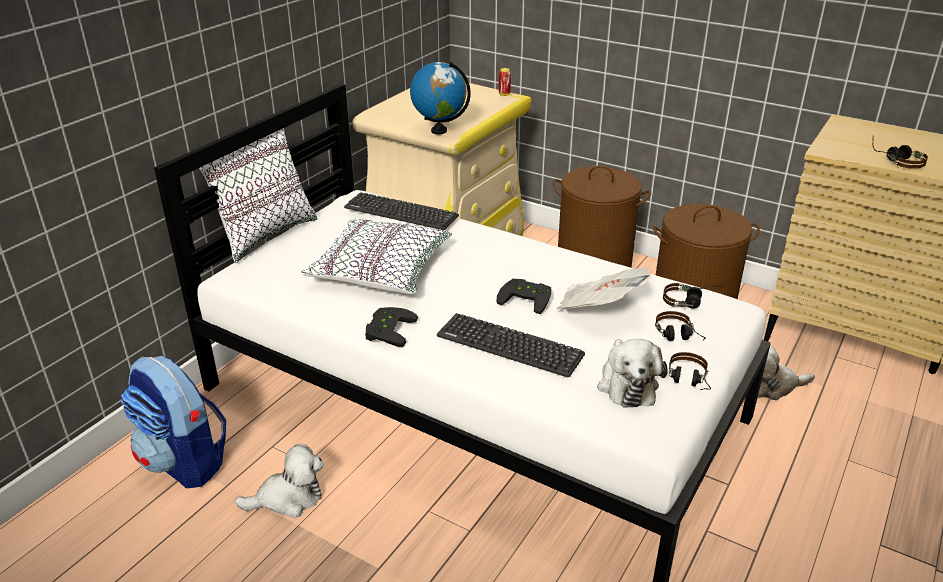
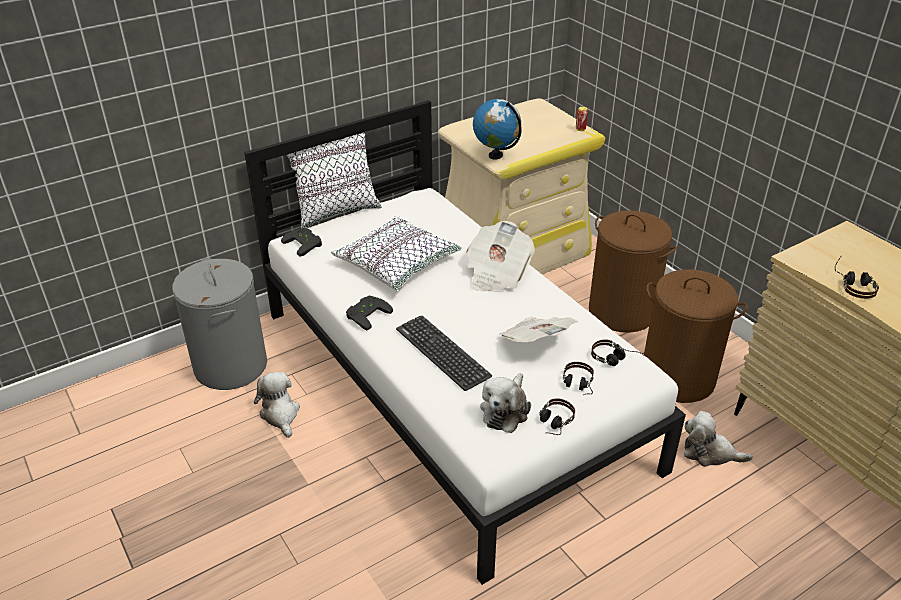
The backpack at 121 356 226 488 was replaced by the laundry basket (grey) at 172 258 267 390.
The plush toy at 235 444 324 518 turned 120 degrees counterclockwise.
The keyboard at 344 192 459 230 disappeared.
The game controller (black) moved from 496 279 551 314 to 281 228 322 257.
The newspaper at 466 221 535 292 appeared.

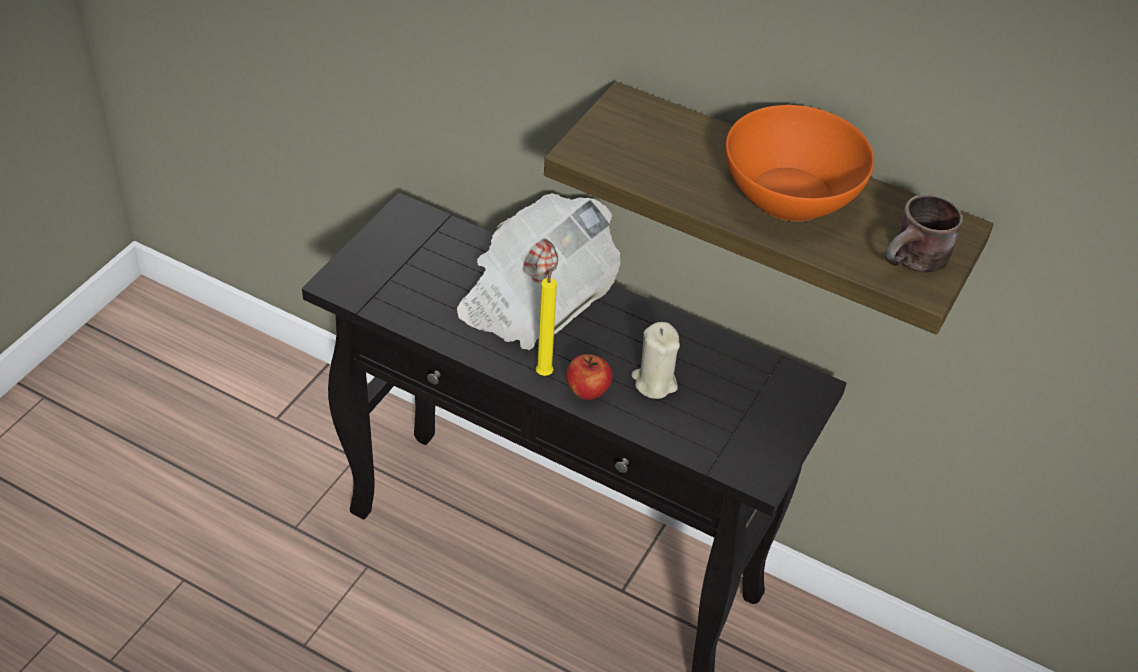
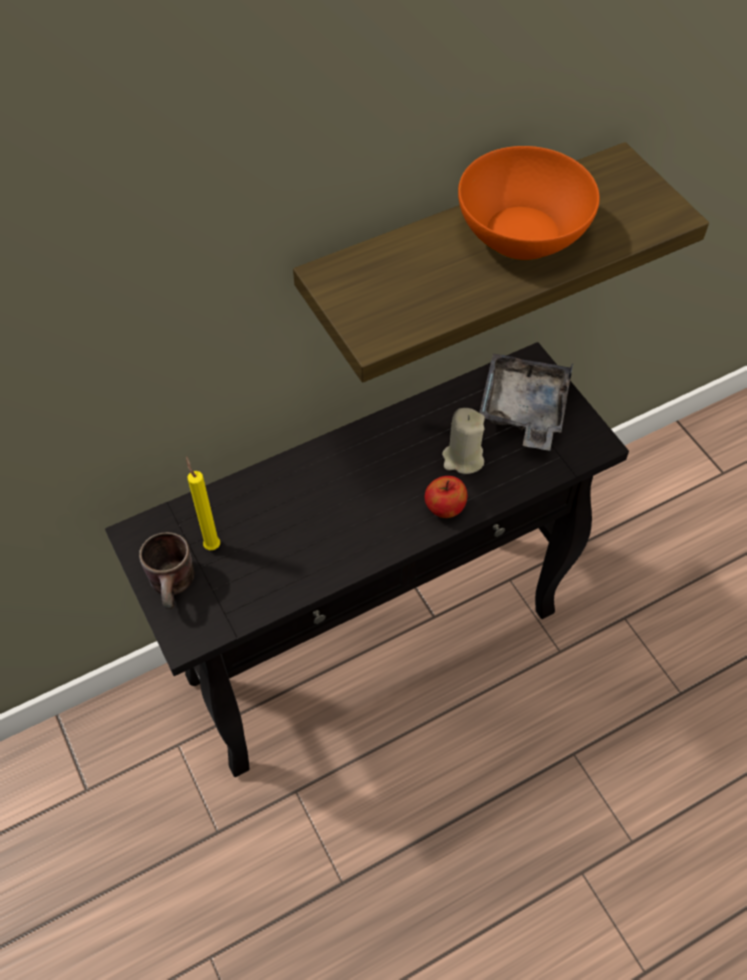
The newspaper at 457 193 621 350 disappeared.
The candle (yellow) moved from 536 262 558 376 to 186 456 220 550.
The mug (brown) moved from 885 195 963 272 to 139 532 194 609.
The tray (grey) at 479 353 573 450 appeared.

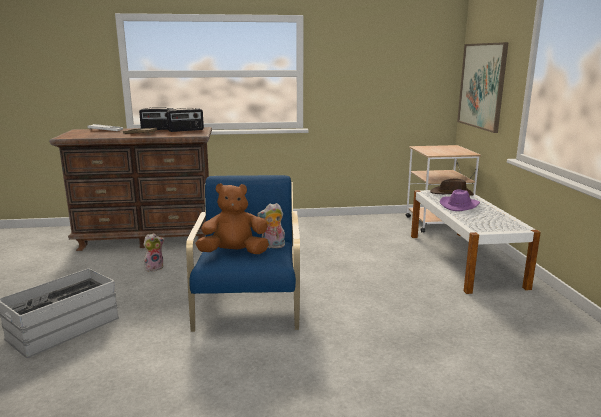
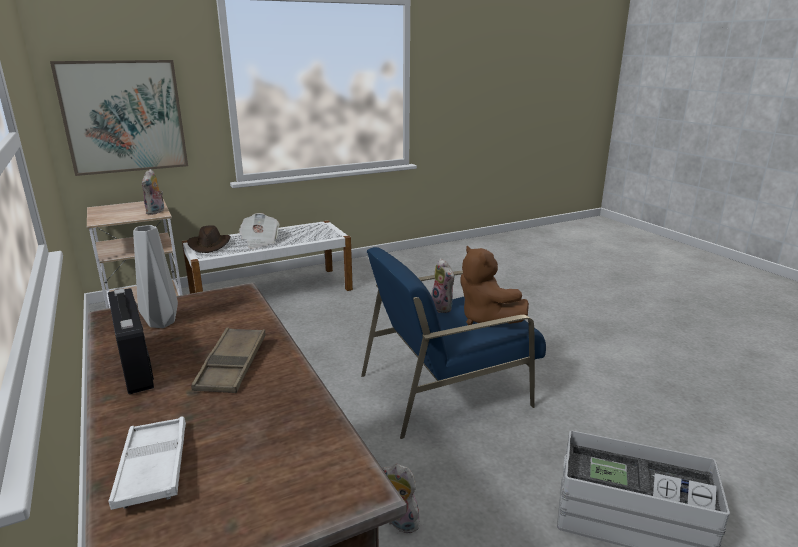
The radio at 166 108 204 132 was replaced by the vase (grey) at 133 225 178 328.
The hat (purple) at 440 189 480 211 was replaced by the newspaper at 239 213 280 249.
The plush toy at 142 169 164 215 appeared.

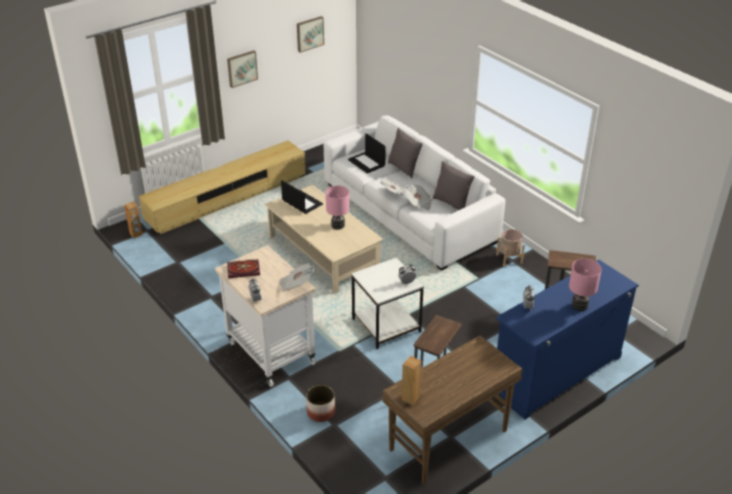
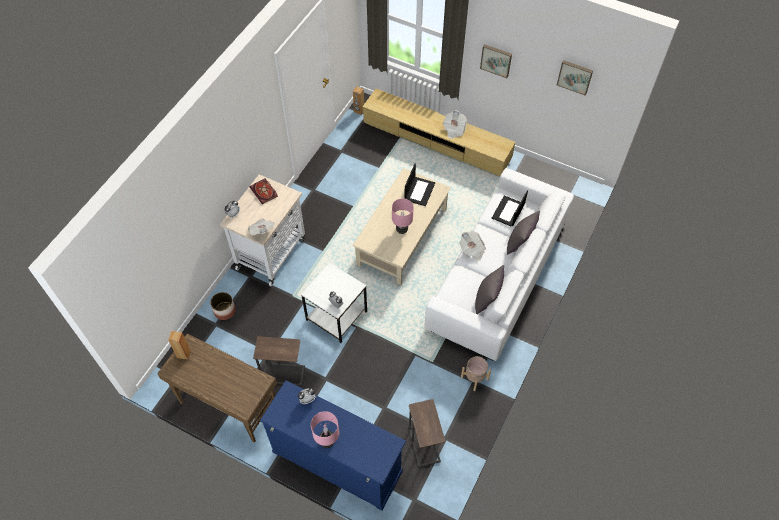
The newspaper moved from 405 185 433 211 to 443 110 467 139.

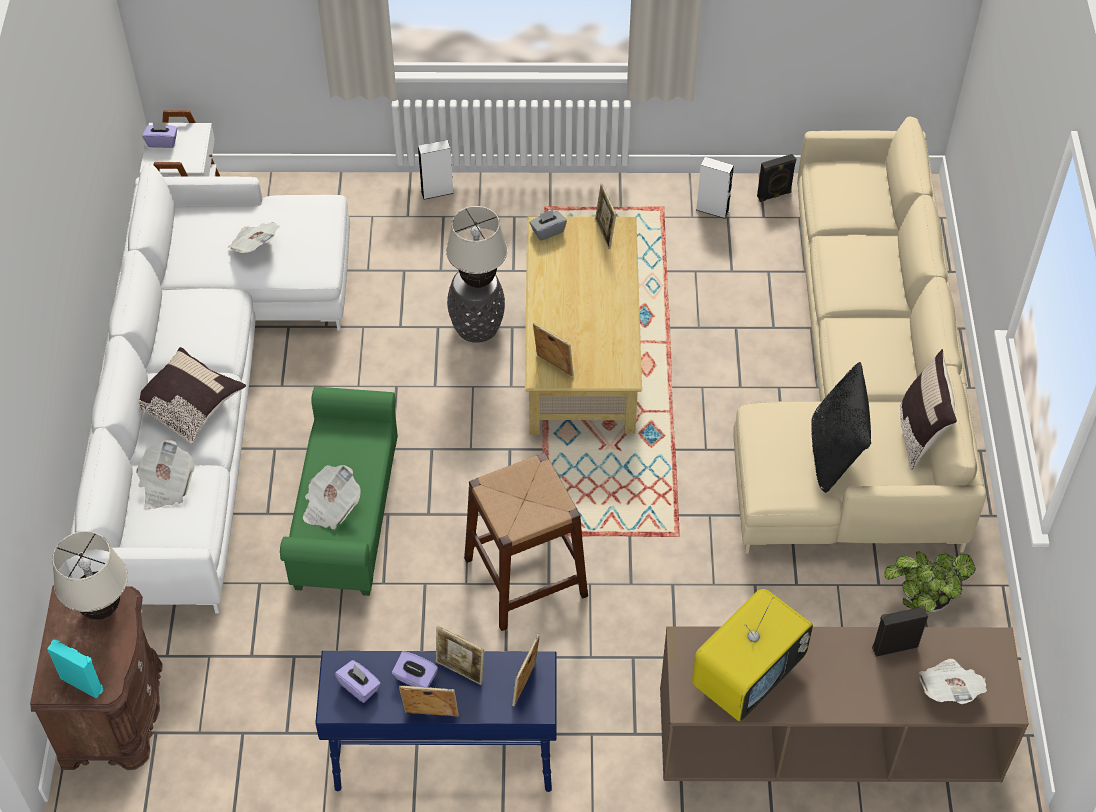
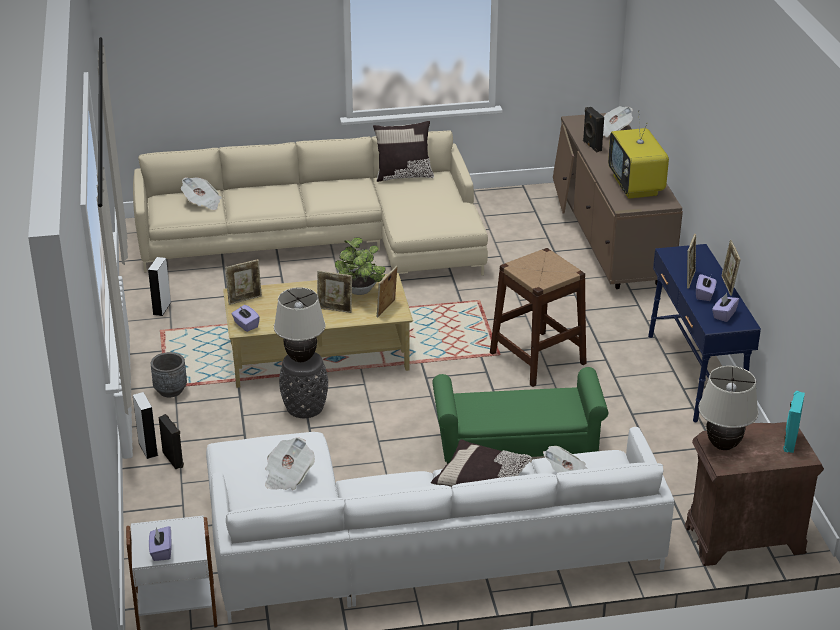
The newspaper moved from 303 465 361 529 to 181 177 222 210.
The picture frame moved from 512 634 540 706 to 317 271 352 313.
The tissue box (grey) at 529 210 567 241 became the tissue box (purple) at 232 305 260 332.
The television at 692 589 813 721 turned 135 degrees counterclockwise.
The speaker (black) moved from 757 154 796 202 to 158 414 184 469.
The pillow (black) at 811 362 871 493 disappeared.
The potted plant moved from 884 551 975 612 to 335 237 386 295.
The planter (grey) at 151 352 187 397 appeared.

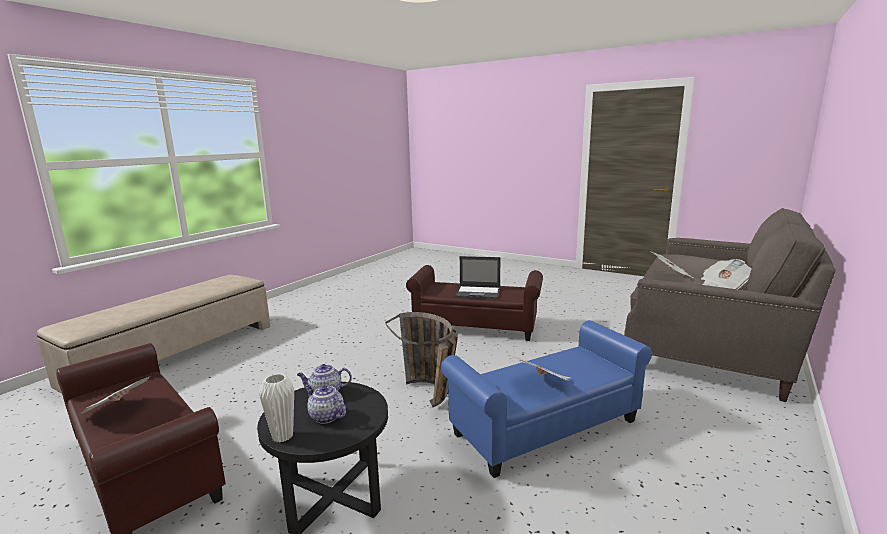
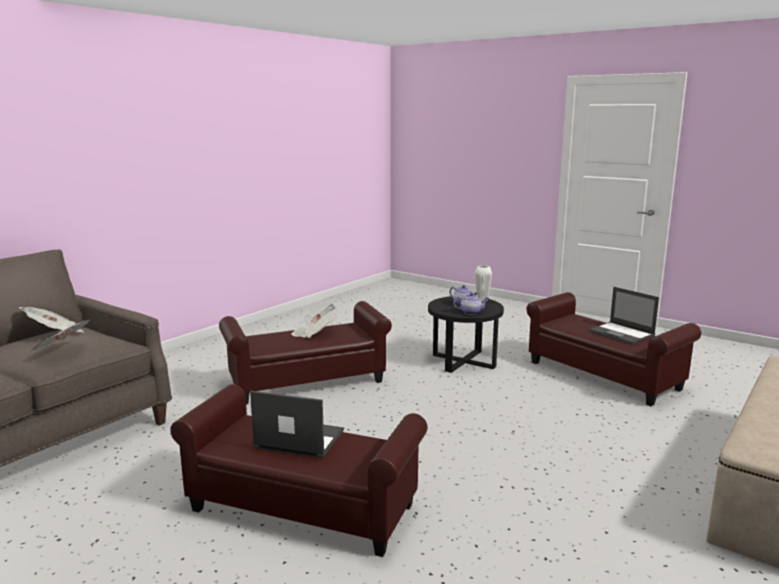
The newspaper at 80 377 149 414 was replaced by the laptop at 588 287 659 345.
The basket at 385 312 458 408 disappeared.
The ottoman (blue) at 441 320 652 478 became the ottoman (brown) at 219 301 392 404.

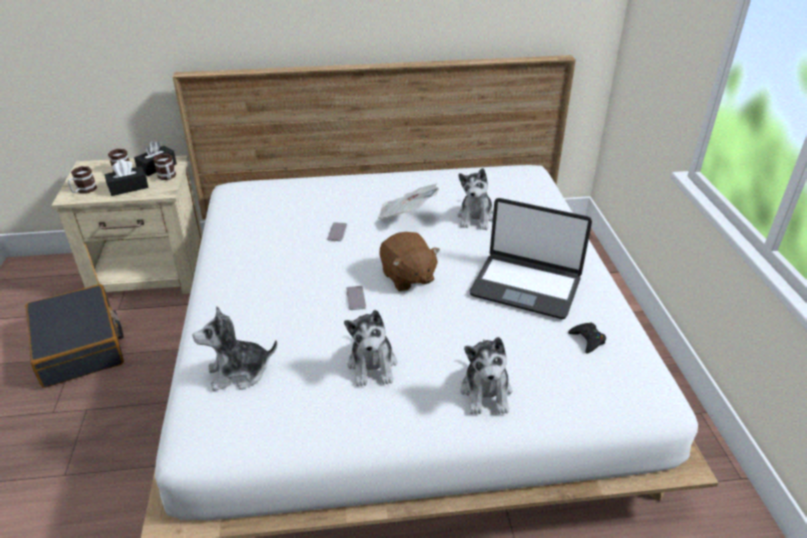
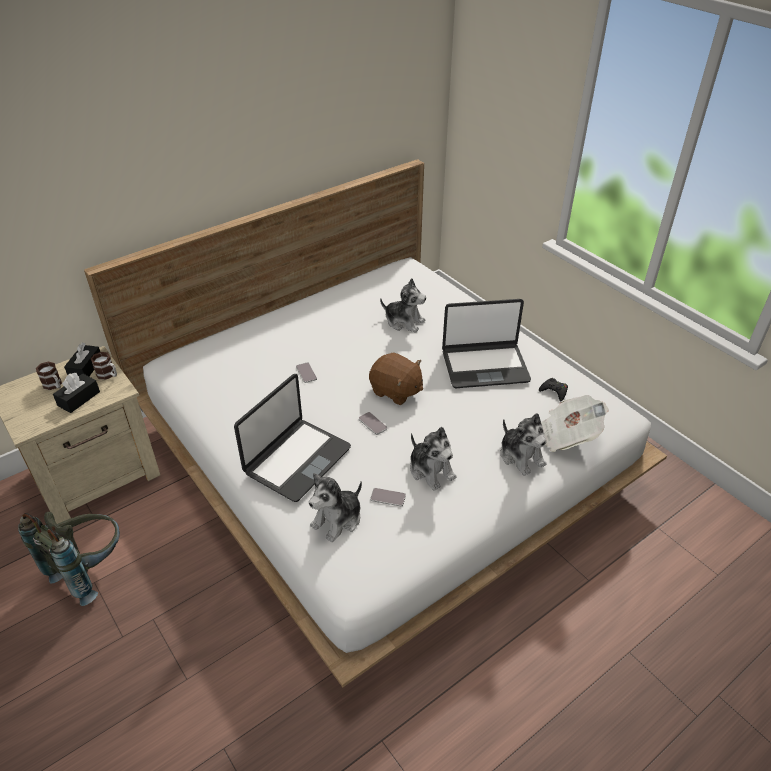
The suitcase (black) at 25 284 124 388 was replaced by the backpack (grey) at 18 512 120 606.
The mug at 68 166 97 194 disappeared.
The newspaper moved from 378 184 439 219 to 541 395 609 452.
The plush toy at 457 168 493 230 turned 45 degrees counterclockwise.
The laptop at 234 374 351 502 appeared.
The phone at 370 488 406 506 appeared.

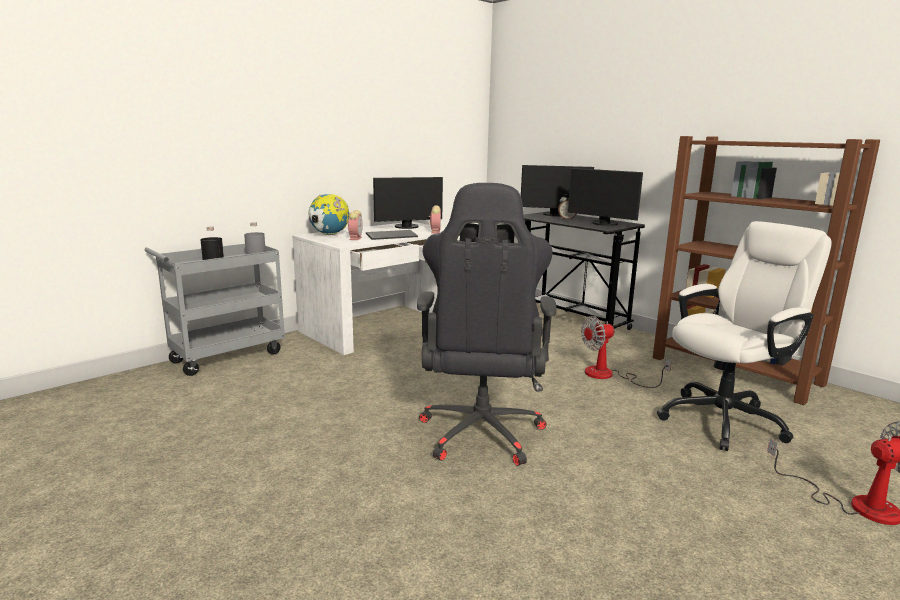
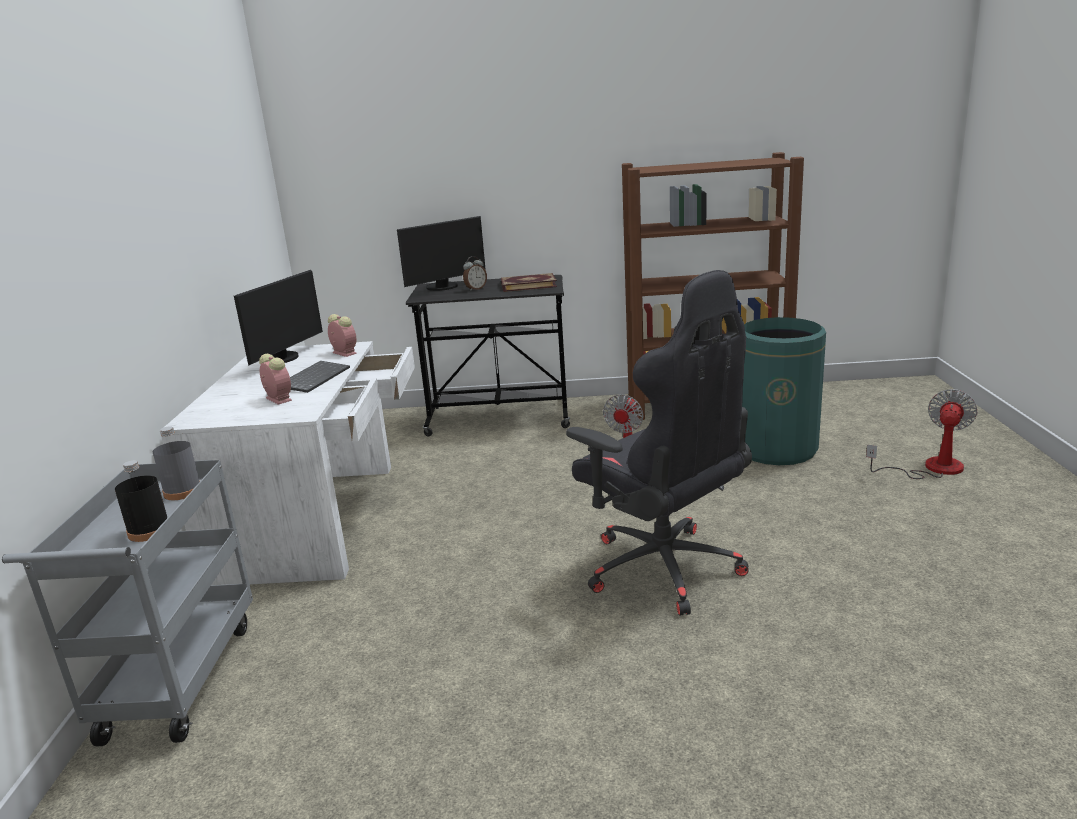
The globe at 308 194 350 235 disappeared.
The monitor at 568 168 643 226 was replaced by the book at 501 273 557 292.
The office chair (white) at 657 221 832 451 was replaced by the trash can (green) at 742 317 826 465.

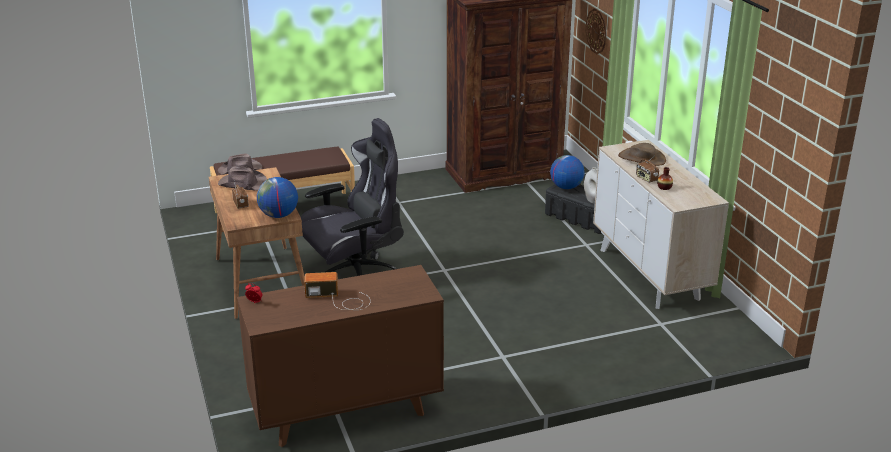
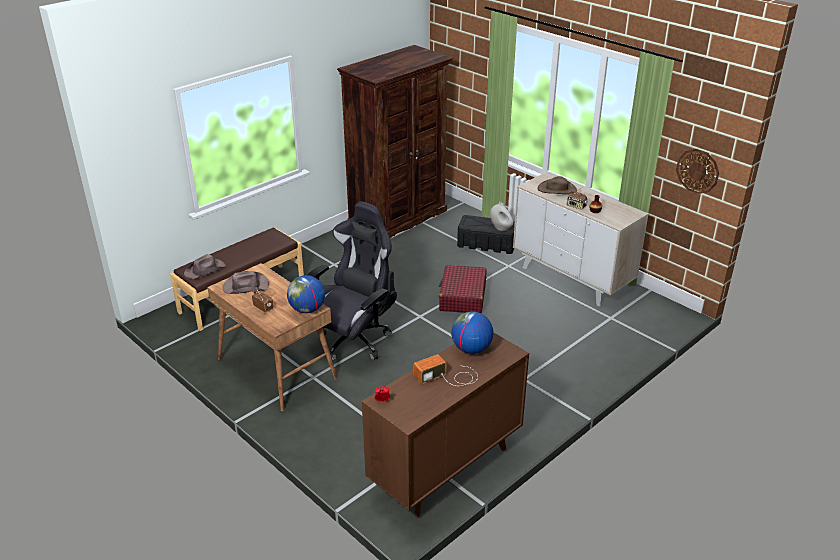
The globe moved from 550 155 585 189 to 451 312 493 354.
The wall clock moved from 586 8 607 54 to 676 149 719 194.
The suitcase (red) at 439 265 486 313 appeared.

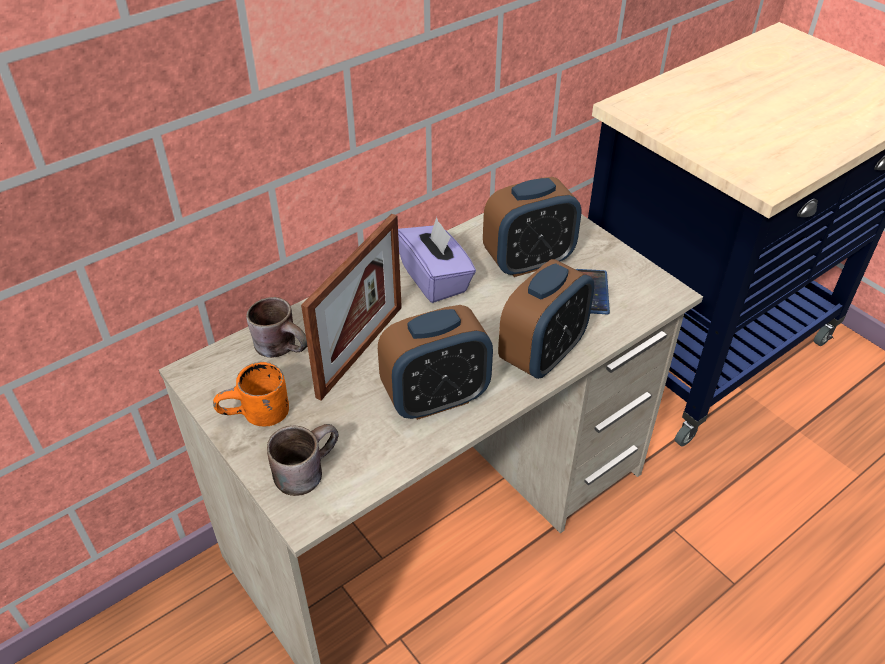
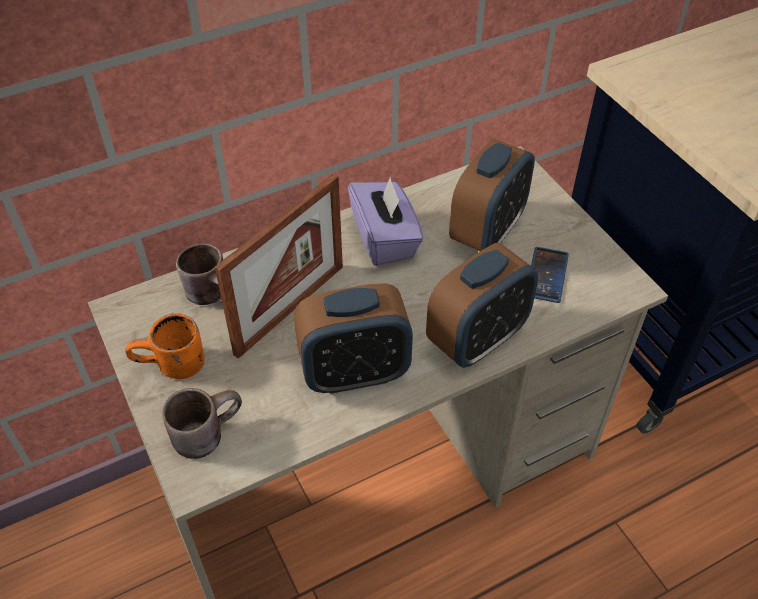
The alarm clock at 483 177 582 277 turned 45 degrees counterclockwise.

